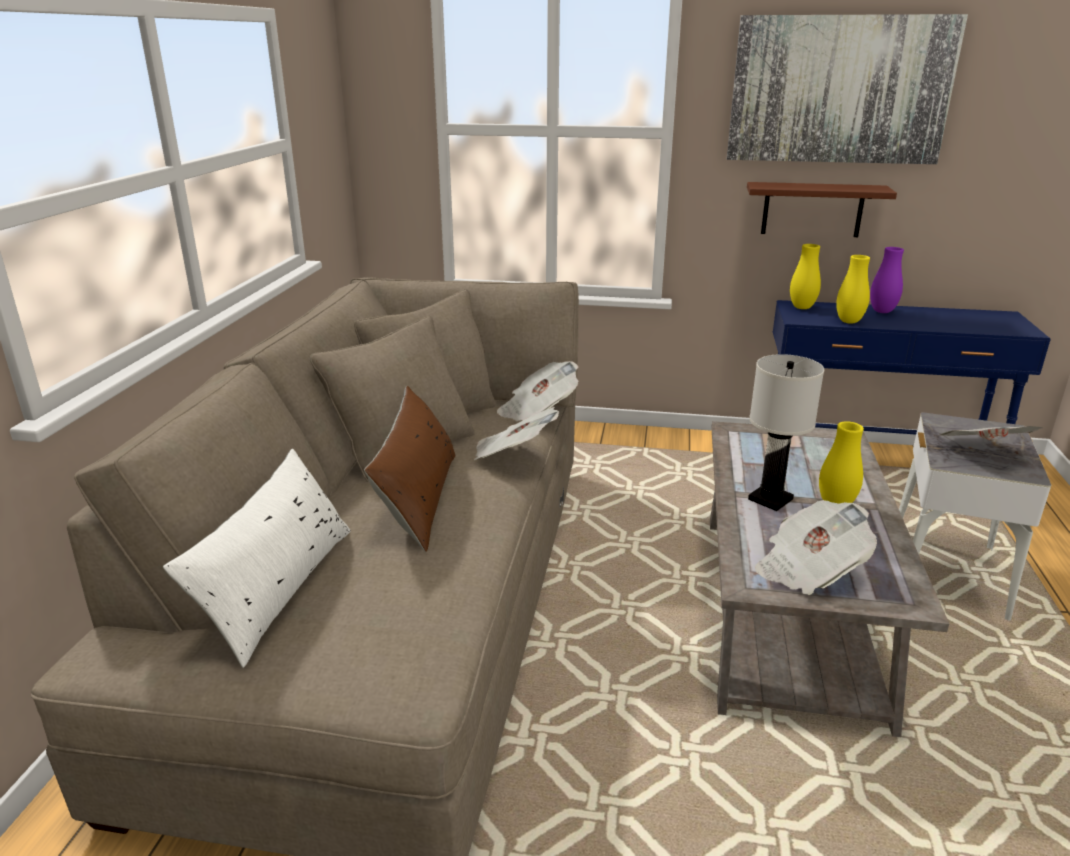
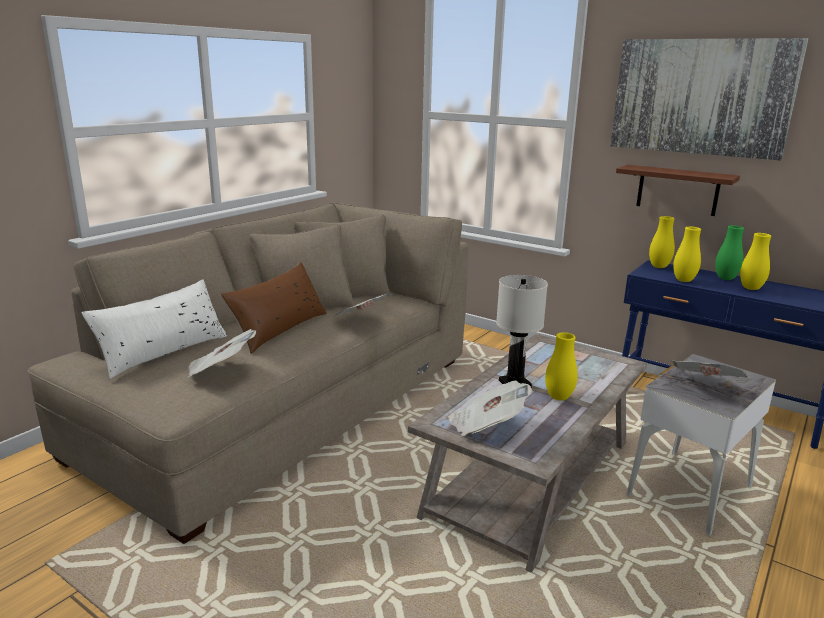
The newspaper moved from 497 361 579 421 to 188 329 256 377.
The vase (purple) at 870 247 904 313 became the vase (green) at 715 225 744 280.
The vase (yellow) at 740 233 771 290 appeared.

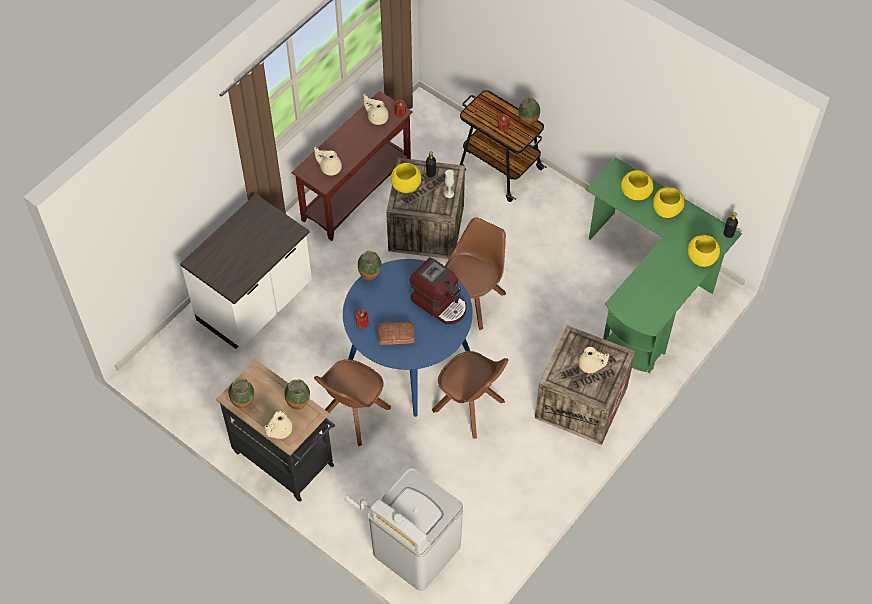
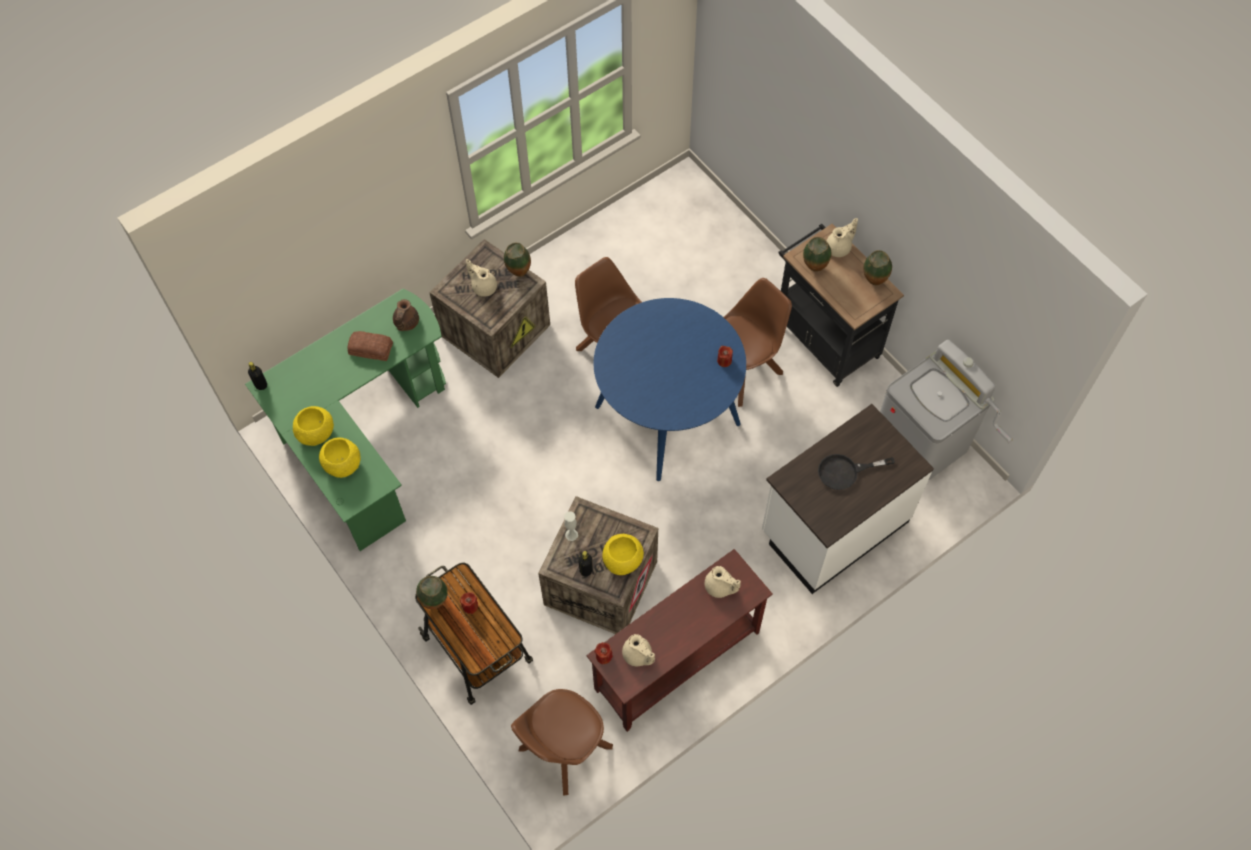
The washing machine (grey) moved from 344 468 463 591 to 880 340 1013 481.
The vase moved from 358 251 382 280 to 504 243 531 277.
The bread moved from 378 322 415 345 to 347 331 393 361.
The coffee machine at 410 257 467 324 disappeared.
The chair (brown) moved from 445 217 506 330 to 511 689 613 796.
The bowl (yellow) at 688 235 720 267 disappeared.
The teapot (brown) at 393 299 419 331 appeared.
The frying pan (black) at 818 454 895 490 appeared.

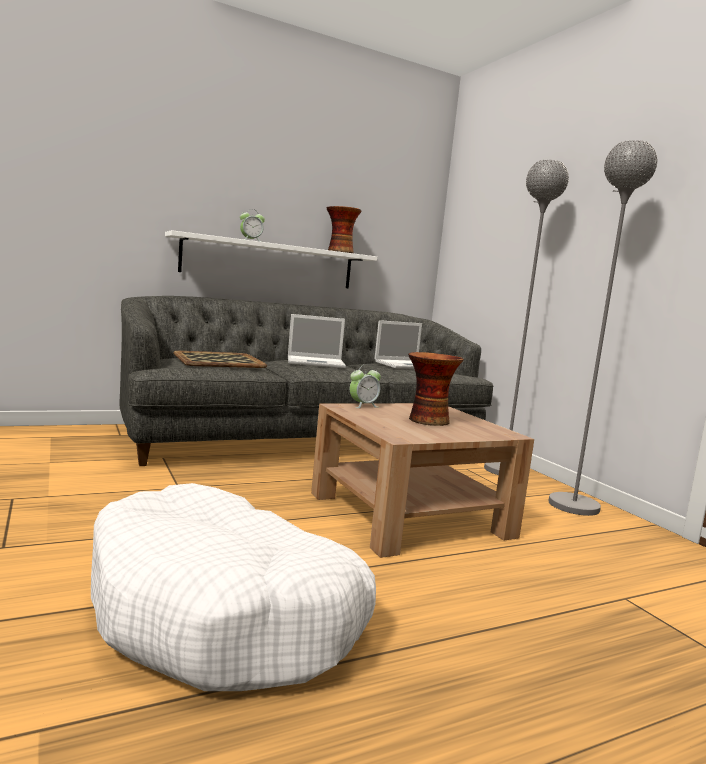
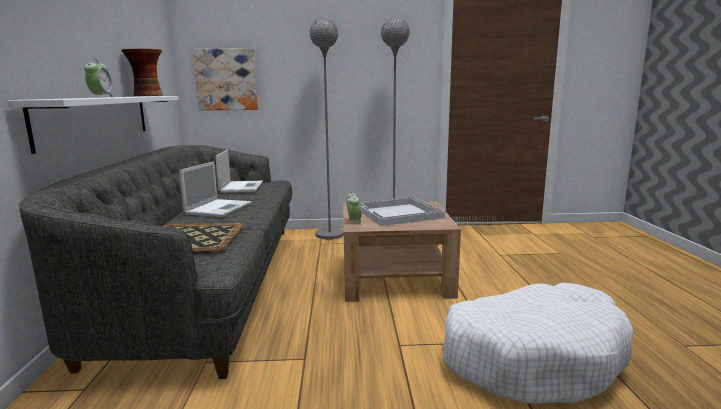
The vase at 408 352 464 426 was replaced by the tray (white) at 360 197 445 226.
The picture at 193 48 258 110 appeared.

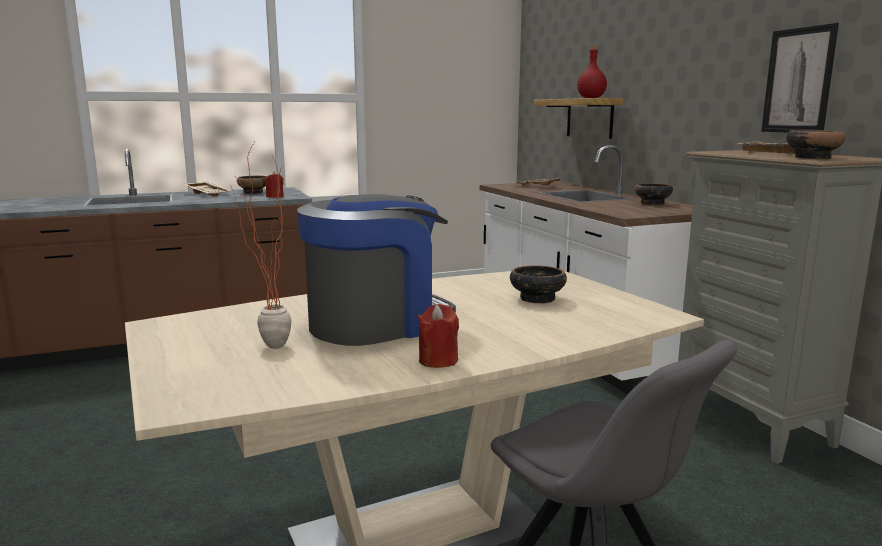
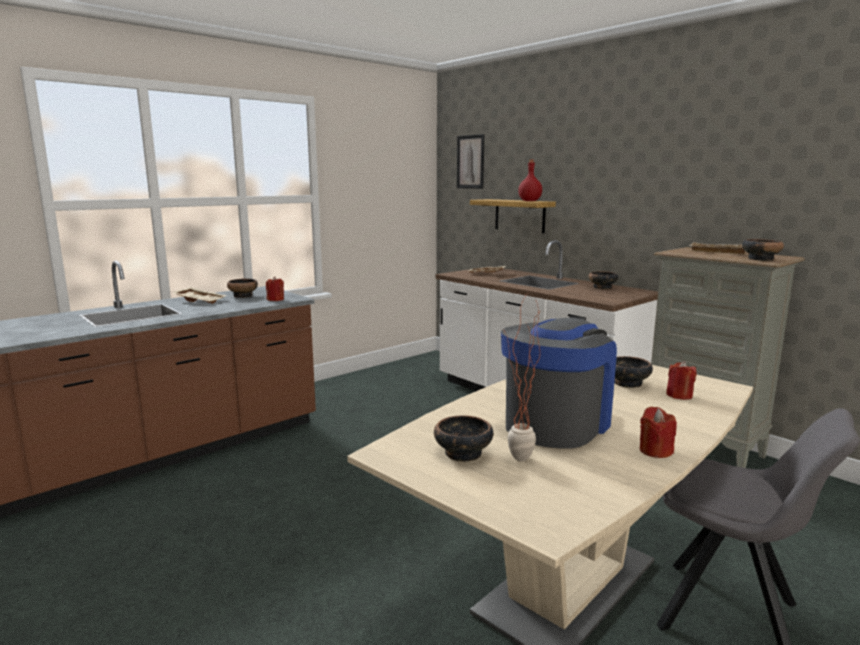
The picture moved from 761 23 839 132 to 457 134 484 189.
The bowl at 434 415 493 462 appeared.
The candle (red) at 666 361 697 400 appeared.

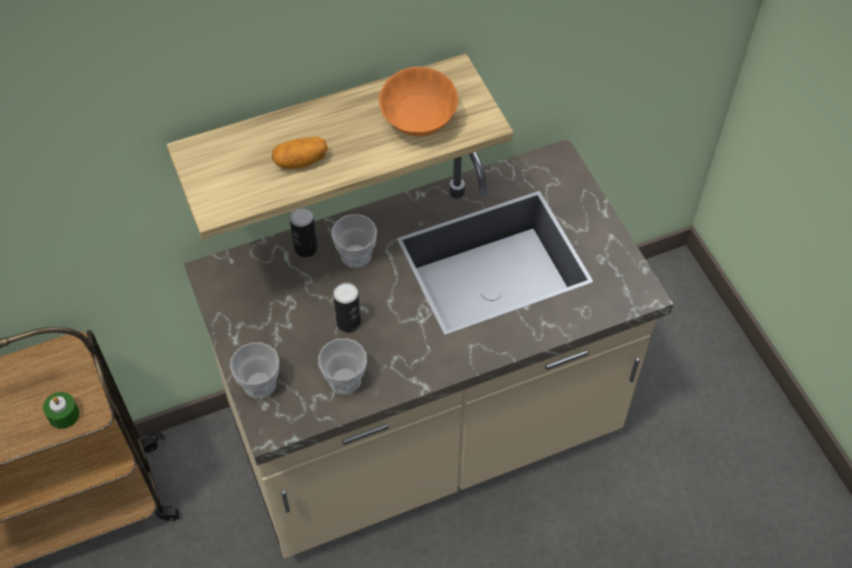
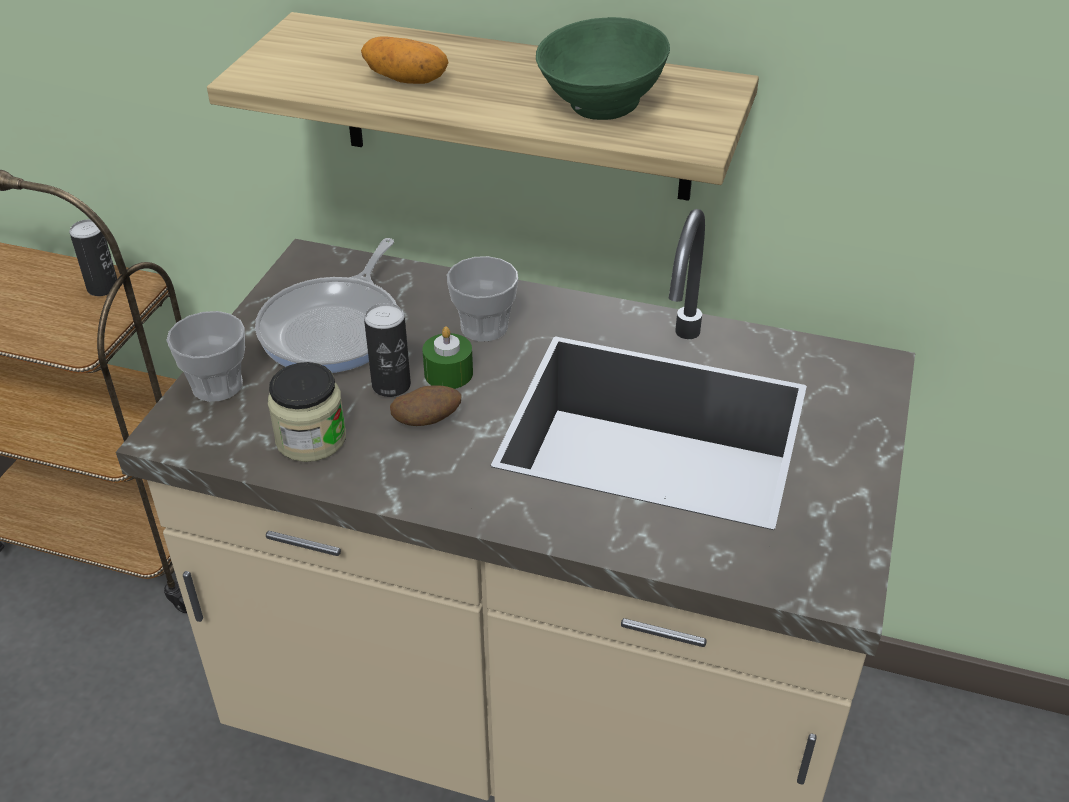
The candle (green) moved from 43 392 79 429 to 422 326 473 389.
The can moved from 289 207 318 257 to 69 219 117 296.
The cup at 318 338 367 395 was replaced by the jar at 268 362 346 462.
The bowl (orange) at 379 67 458 136 became the bowl (green) at 536 17 670 120.
The frying pan at 255 238 397 373 appeared.
The potato at 390 386 461 426 appeared.

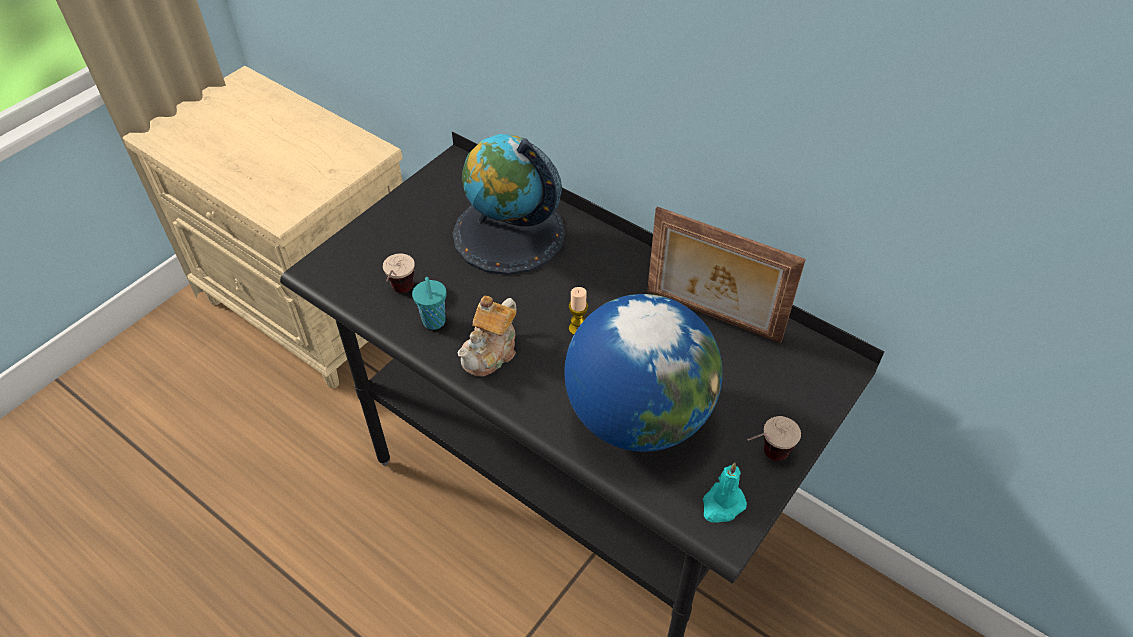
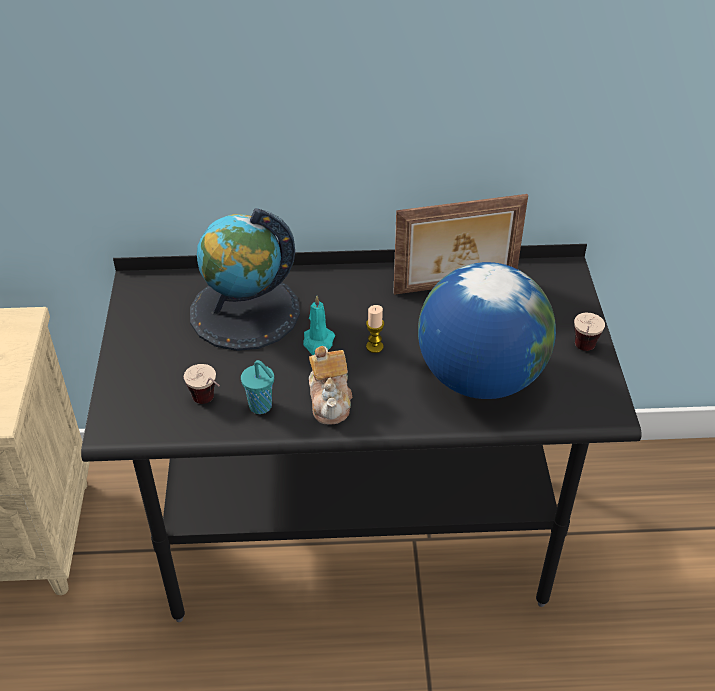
The candle (turquoise) moved from 703 462 747 523 to 303 295 335 355.

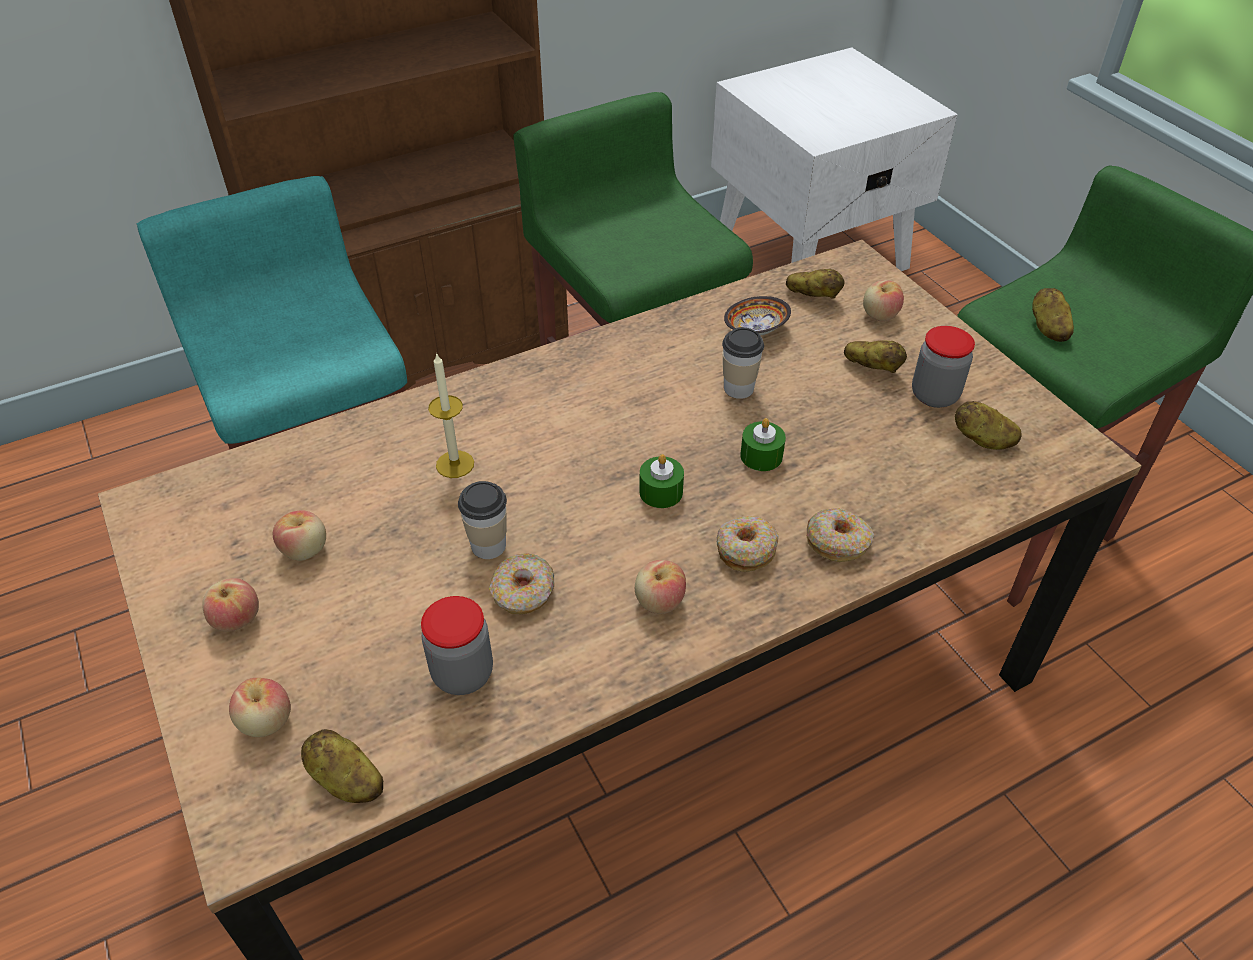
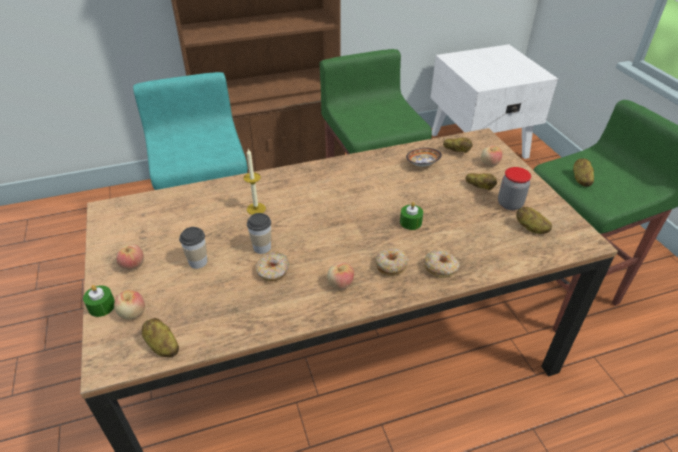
The apple at 273 510 326 561 disappeared.
The jar at 421 596 493 695 disappeared.
The candle (green) moved from 639 454 684 508 to 83 285 115 317.
The cup moved from 722 327 764 399 to 179 227 207 269.

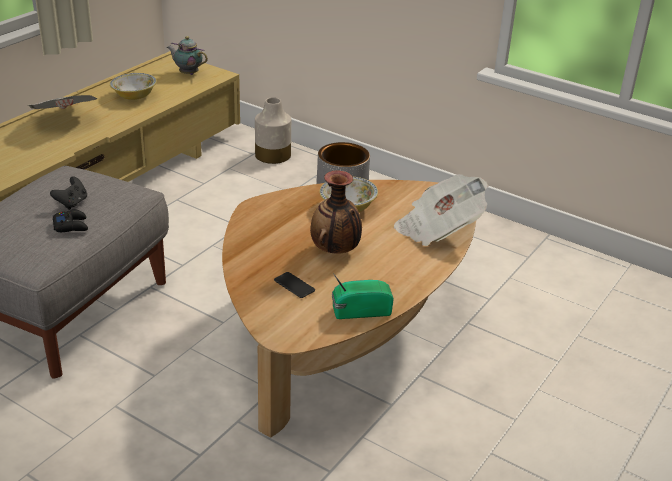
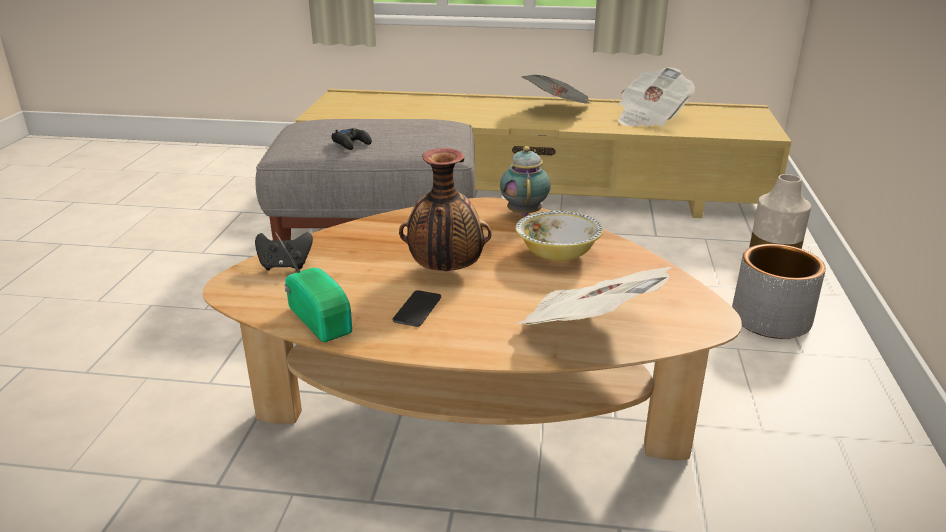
The game controller (black) moved from 50 177 87 210 to 255 232 313 270.
The bowl at 110 73 157 100 was replaced by the newspaper at 618 67 695 126.
The teapot moved from 167 36 208 75 to 500 146 551 216.
The phone moved from 274 272 315 298 to 392 290 441 327.

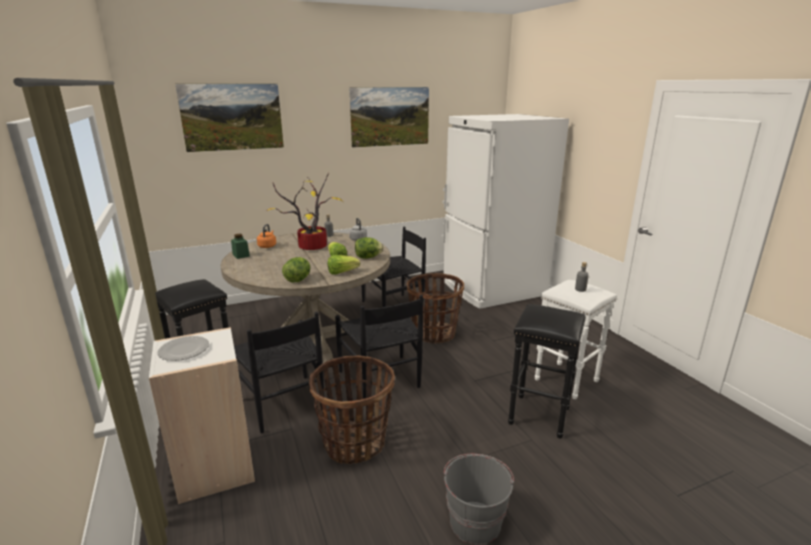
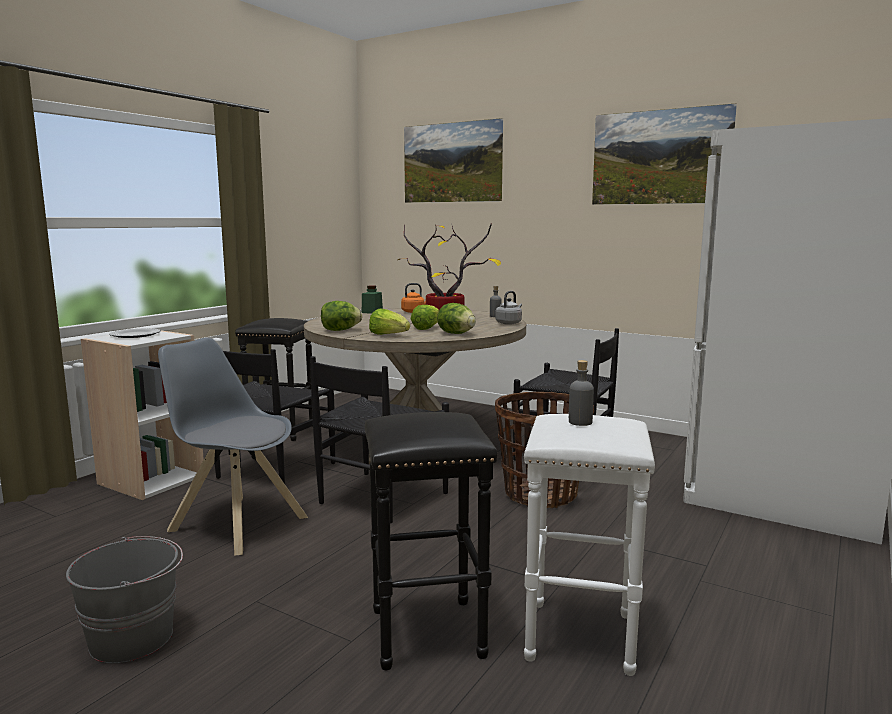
The basket at 309 356 395 465 was replaced by the chair (grey) at 158 338 308 556.

